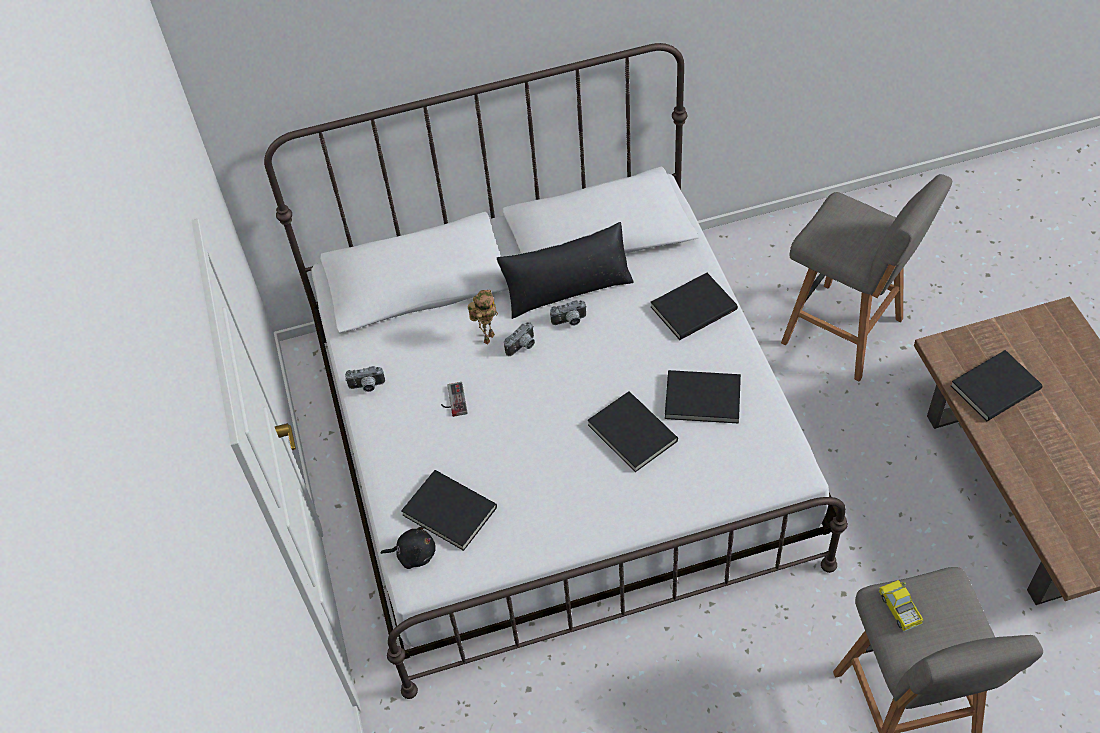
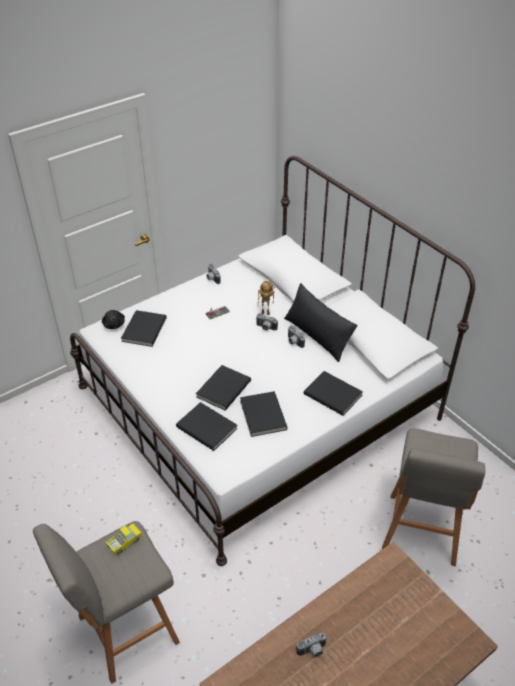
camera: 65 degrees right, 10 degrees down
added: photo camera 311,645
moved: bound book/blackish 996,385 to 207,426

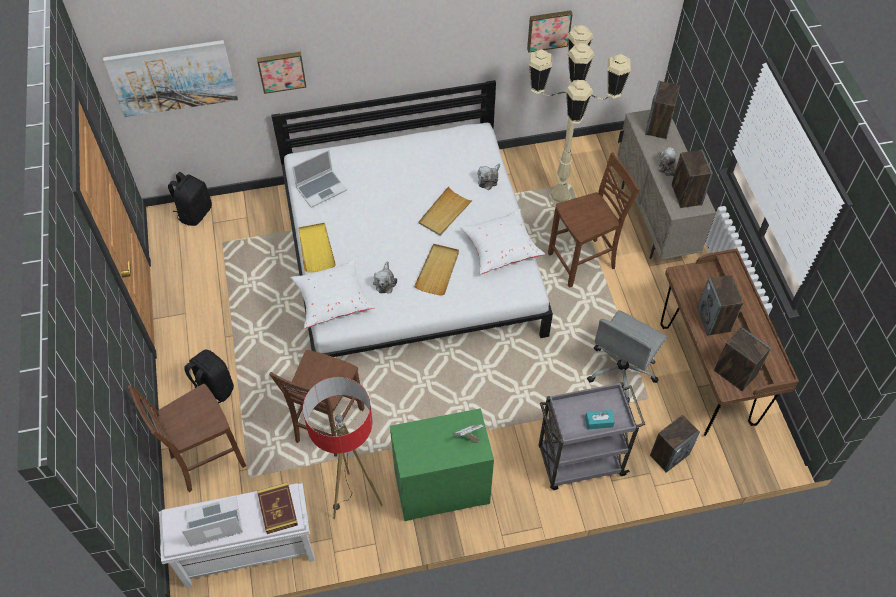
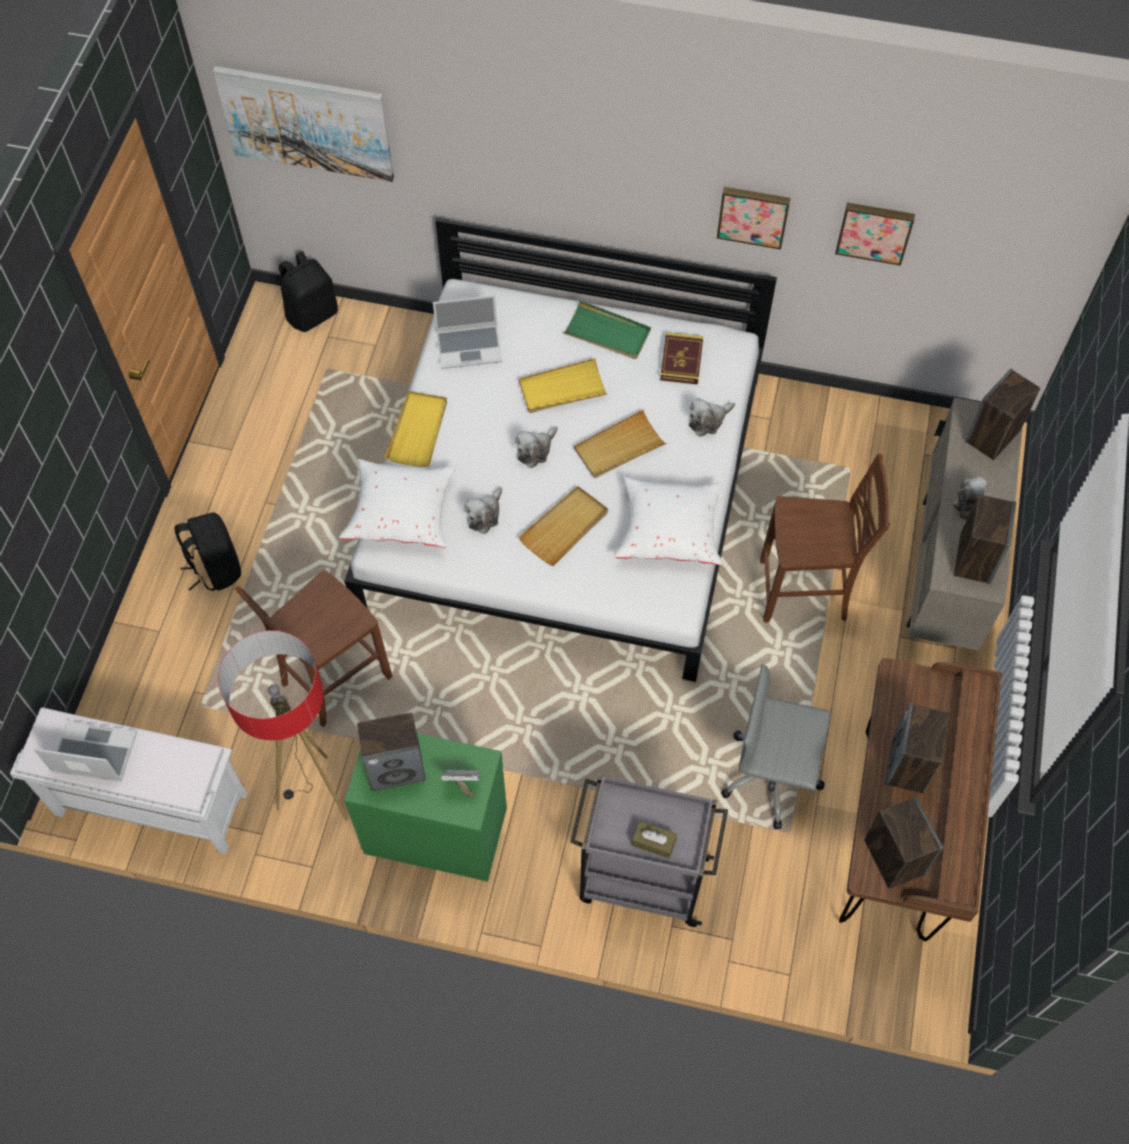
camera: 25 degrees right, 5 degrees up
removed: standing lamp/sand-coloured 580,114; chair/brown-coloured 187,438
added: carrying tray/greenish 606,329; carrying tray/yellow 563,385; plush toy 536,447
moved: wall picture 282,73 to 754,218; speaker 675,444 to 391,751; bound book 277,508 to 681,358
recoloured: box of tissues/turquoise 600,419 to box of tissues/brown-coloured 654,839
turned: office chair/grey 627,356 = 775,746 45 degrees clockwise

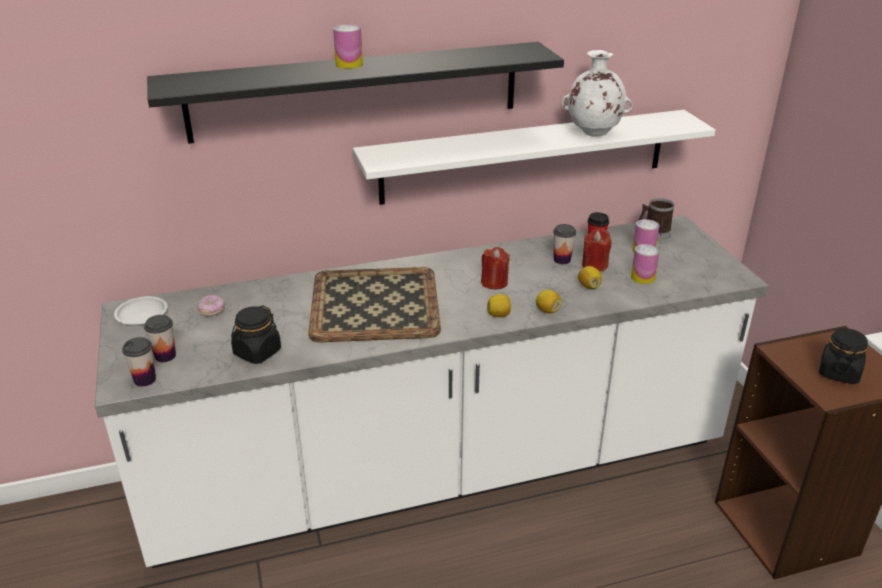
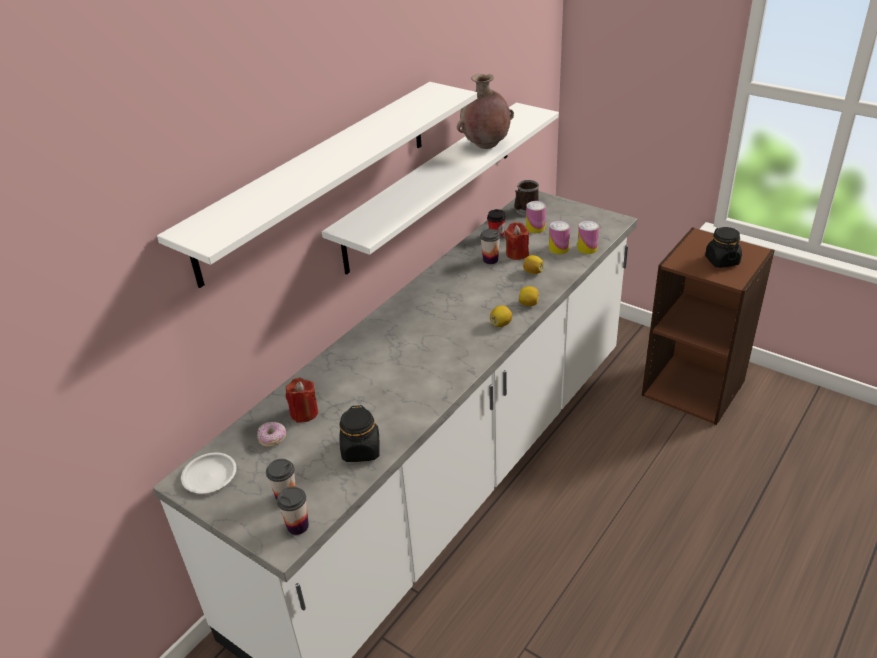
camera: 35 degrees left, 5 degrees up
removed: carrying tray 374,304
moved: can 348,47 to 588,237; candle/red 495,268 to 302,400
recoloured: shelf/blackish 355,93 to shelf/white 317,185; decorative vase/white 597,93 to decorative vase/brown-coloured 485,111

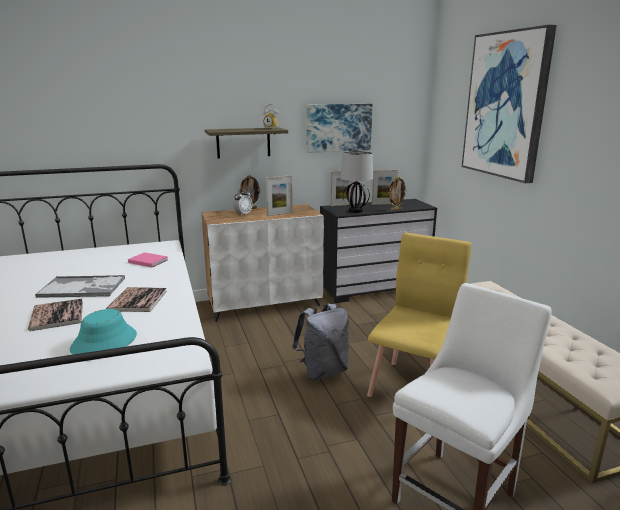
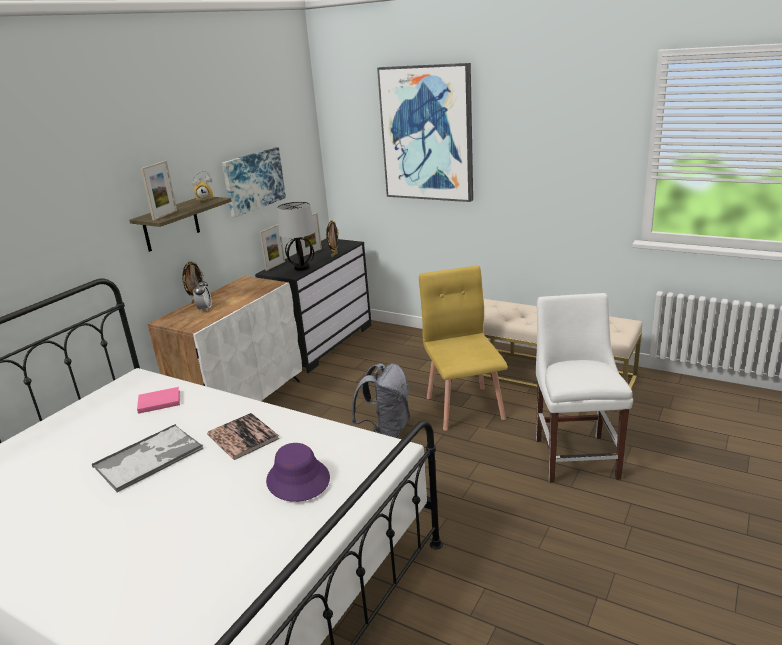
camera: 40 degrees left, 5 degrees up
removed: bound book 55,315
moved: photo frame 279,195 to 159,190
recoloured: hat/turquoise 103,331 to hat/purplish 298,472

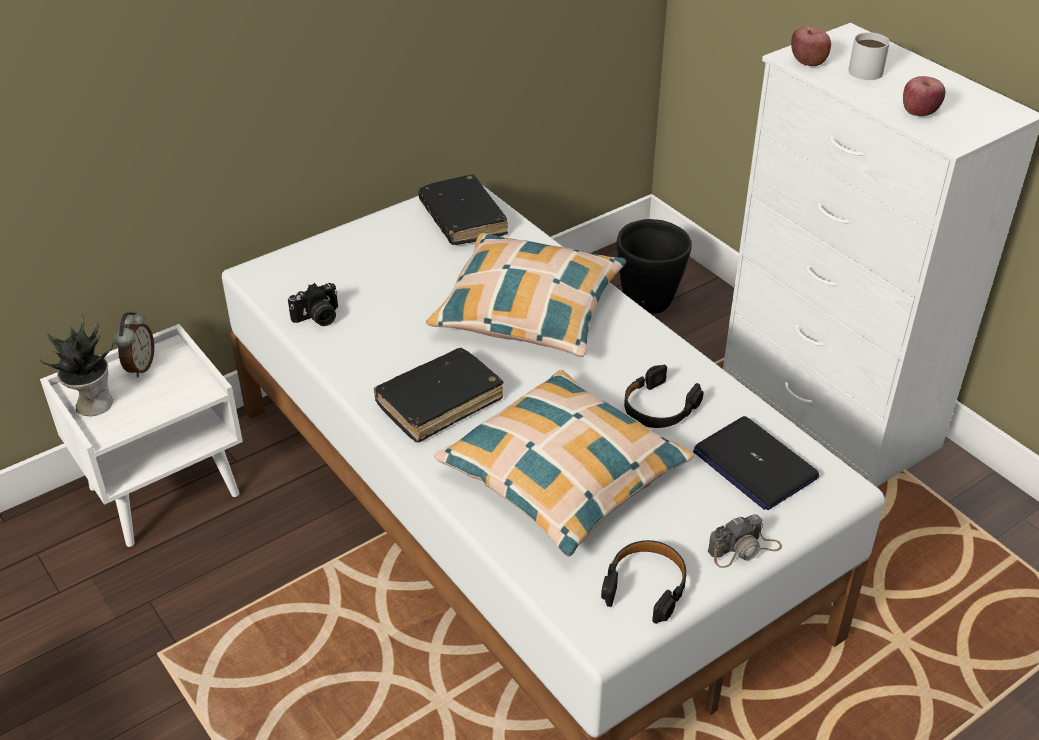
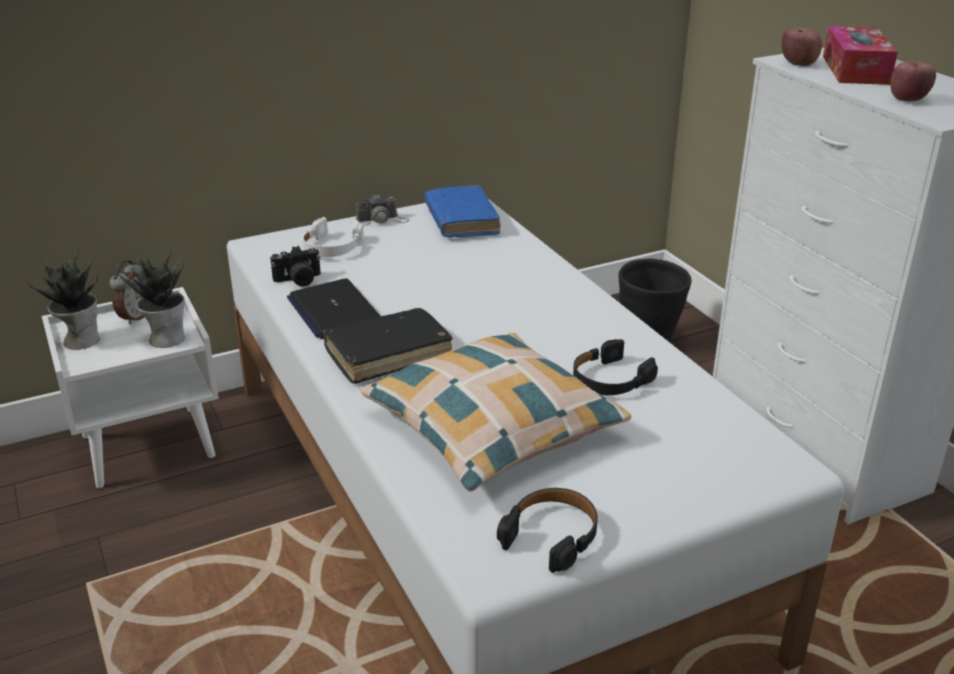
camera: 10 degrees right, 10 degrees down
removed: cushion 526,295
added: headphones/white 332,237; potted plant 150,299
moved: portable computer 756,463 to 334,308; photo camera 745,541 to 382,210
replaced: tea mug/white 869,56 to box of tissues 860,55
recoloured: bound book/blackish 463,209 to bound book/blue-coloured 463,211

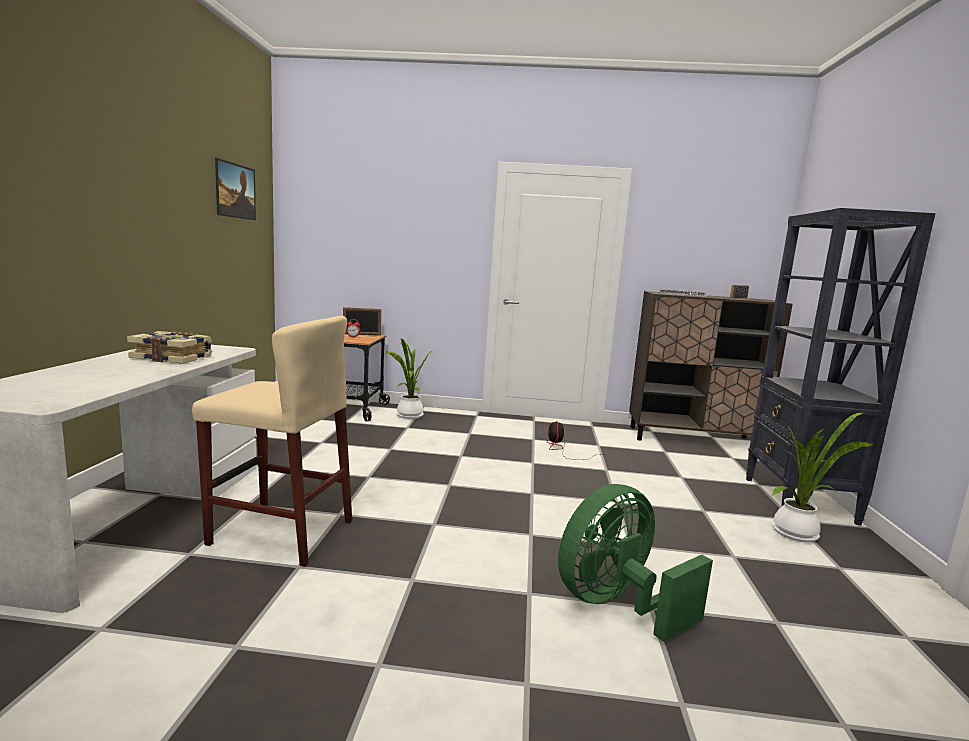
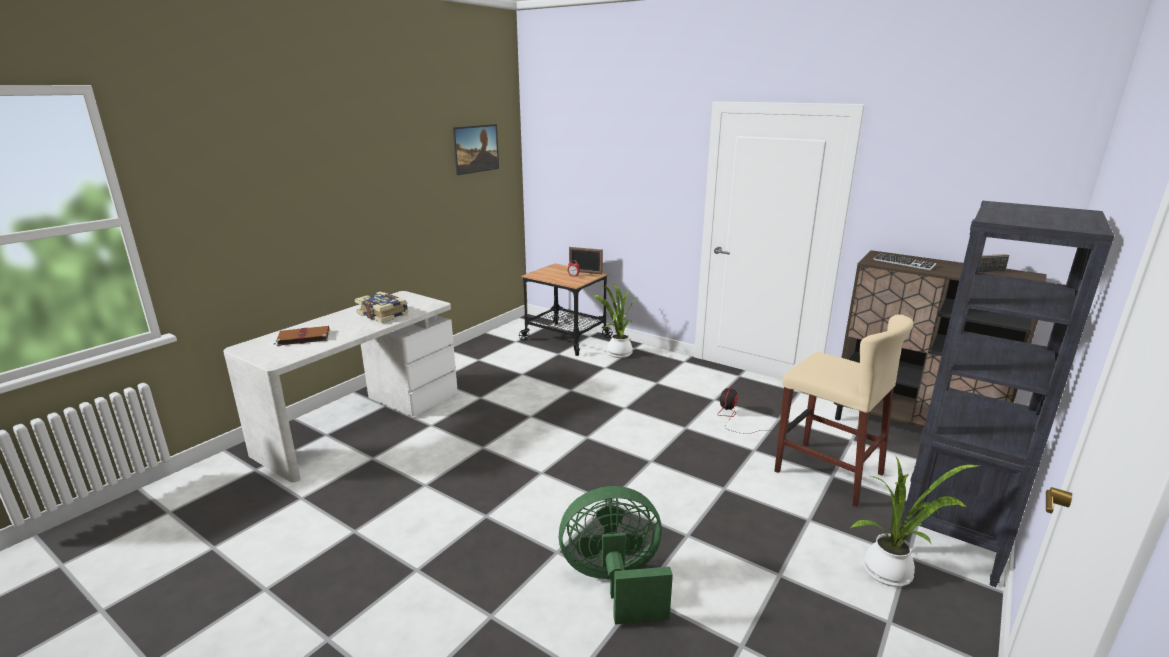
camera: 30 degrees right, 10 degrees up
added: bound book/brown-coloured 301,336
moved: stool seat/sand-coloured 272,441 to 844,410

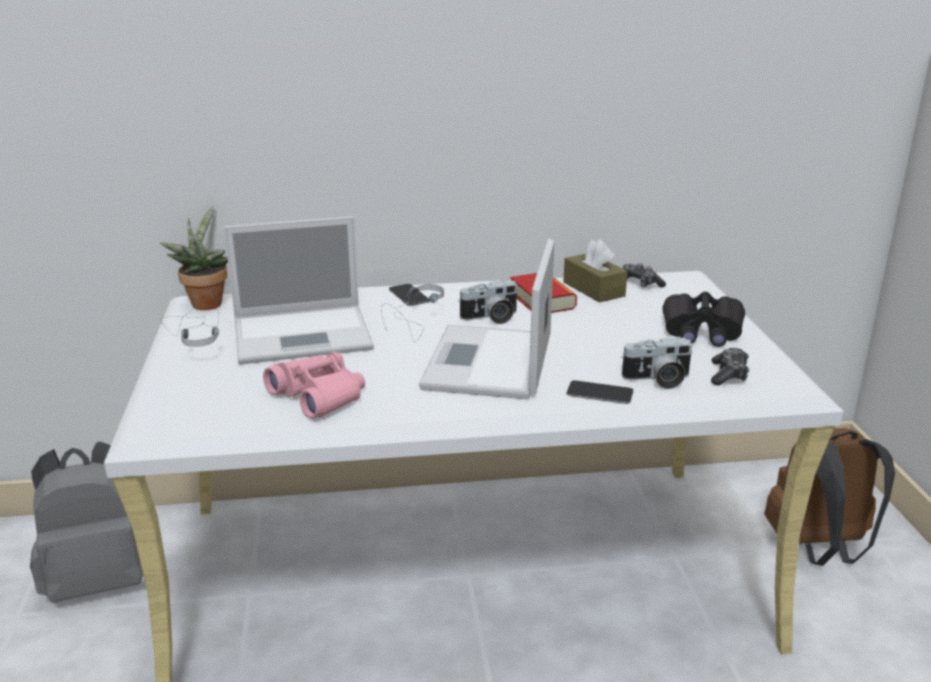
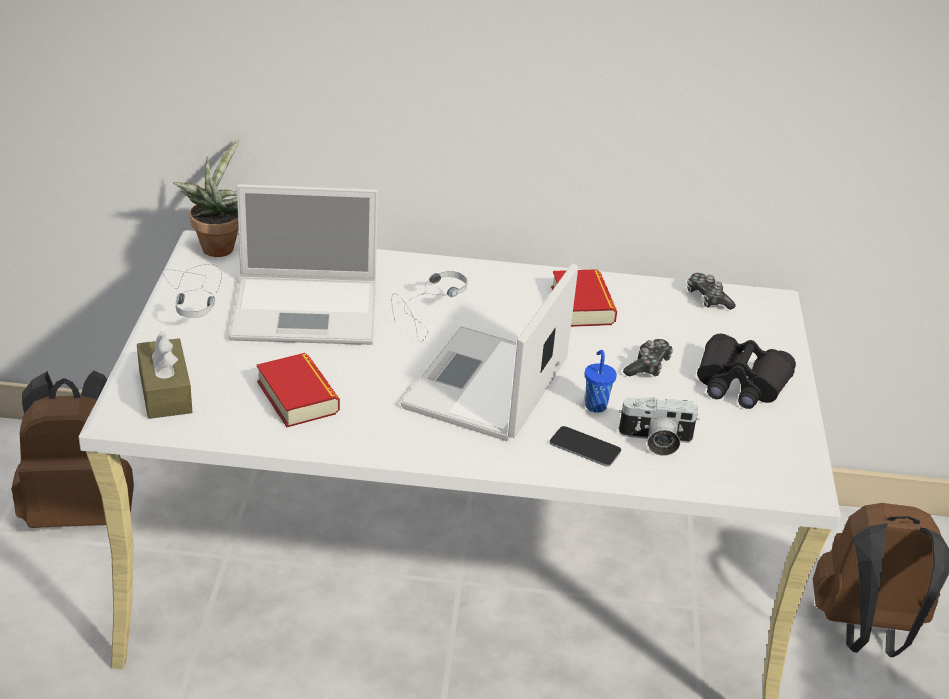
camera: 10 degrees right, 10 degrees up
removed: photo camera 488,302; phone 409,295
added: cup/blue-coloured 601,381
moved: box of tissues/brown-coloured 595,271 to 164,375; gamepad 730,366 to 648,358
replaced: pair of binoculars/pink-coloured 314,385 to bound book 298,390
recoloured: rucksack/grey 86,521 to rucksack/brown-coloured 72,449

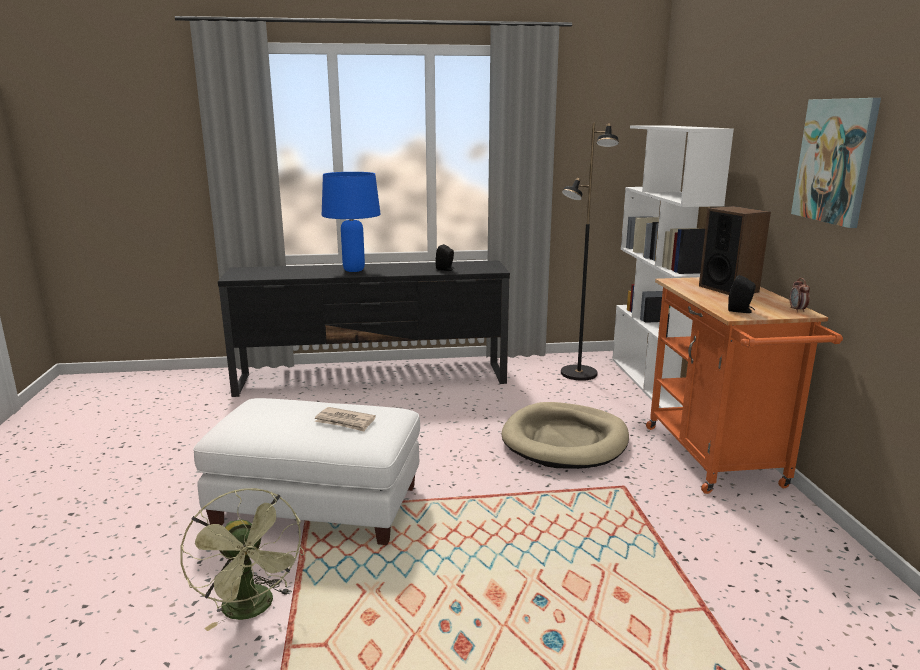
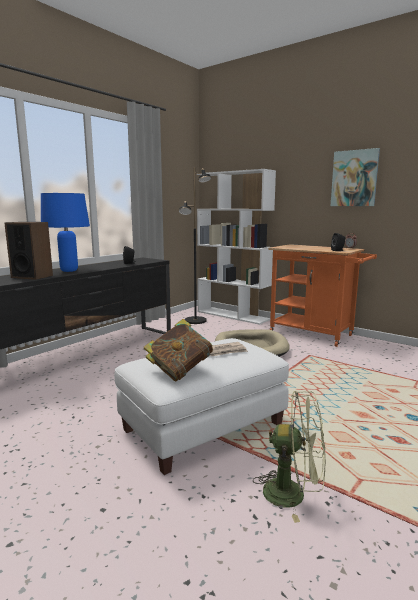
camera: 45 degrees left, 5 degrees down
added: bound book 178,350
moved: speaker 735,250 to 28,251

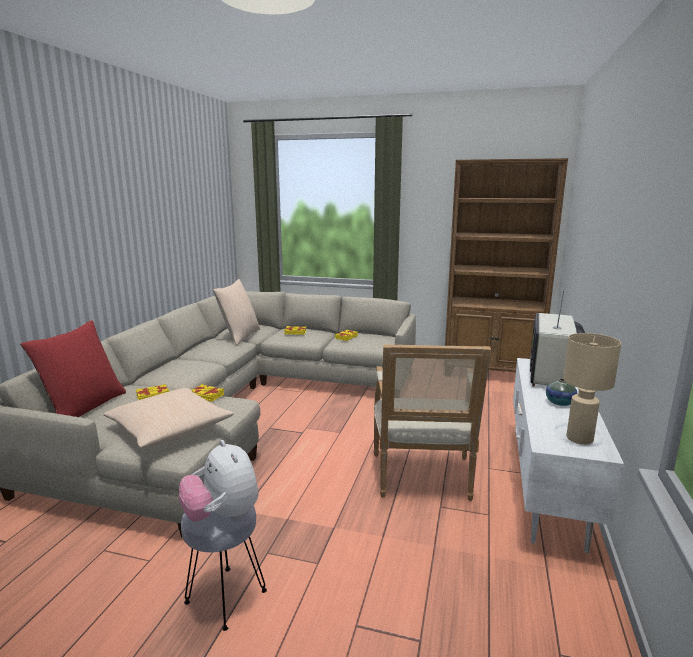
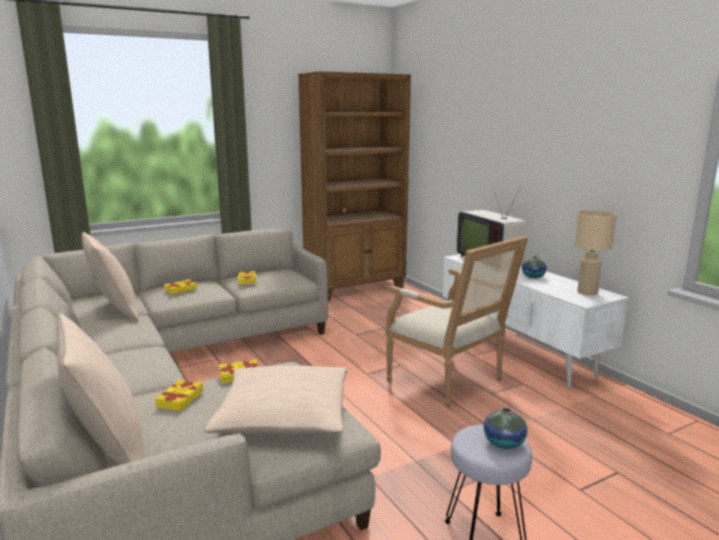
camera: 45 degrees left, 0 degrees up
replaced: plush toy 219,481 to decorative vase 505,428
recoloured: cushion/red 73,368 to cushion/sand-coloured 100,389

